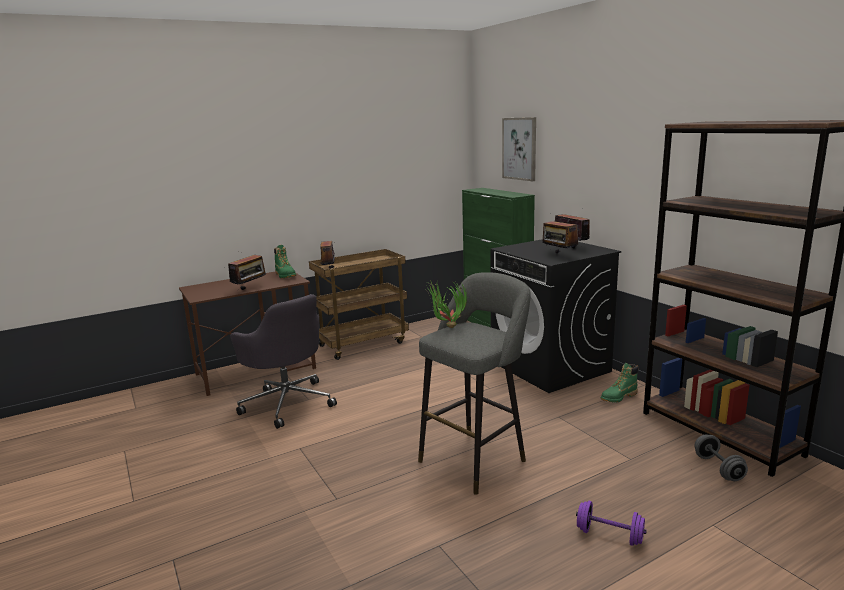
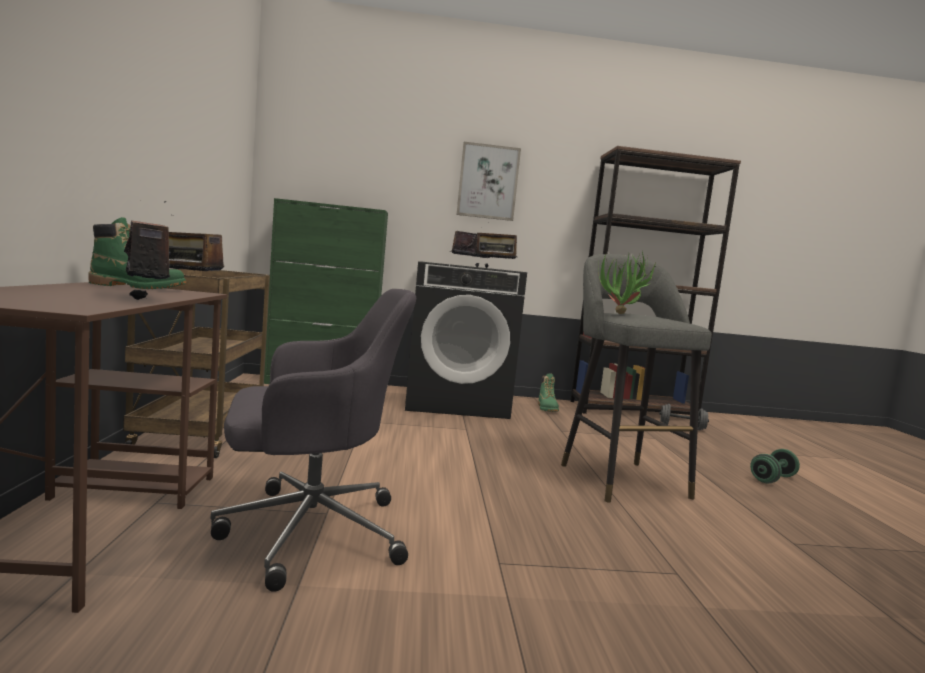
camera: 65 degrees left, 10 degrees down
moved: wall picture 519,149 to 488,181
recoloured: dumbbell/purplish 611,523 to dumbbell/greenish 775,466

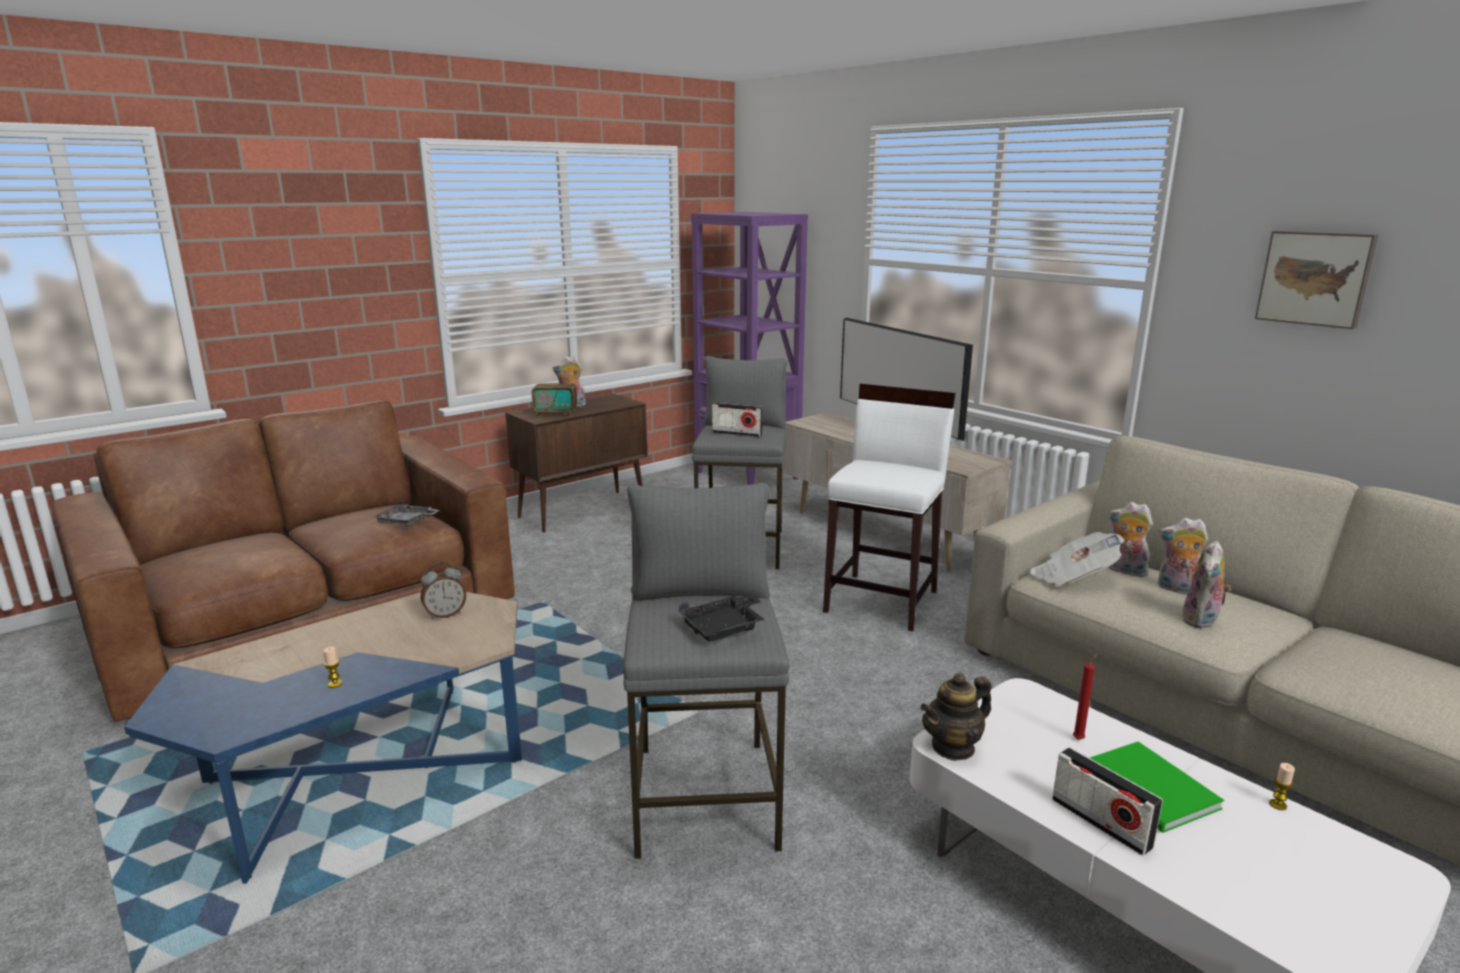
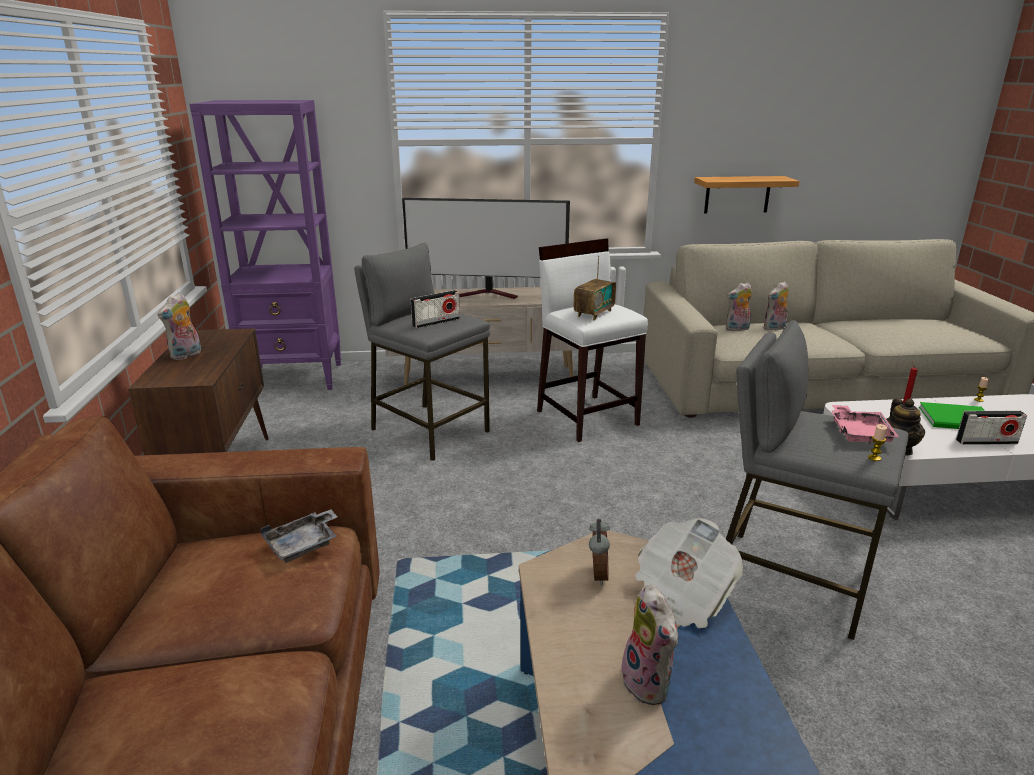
camera: 55 degrees left, 5 degrees up
removed: wall picture 1316,280
added: shelf 746,194
moved: radio 554,388 to 594,288; daily paper 1077,559 to 689,573; plush toy 1207,584 to 650,644; candle 333,667 to 877,442
recoloured: carrying tray/blackish 722,618 to carrying tray/pink-coloured 865,424

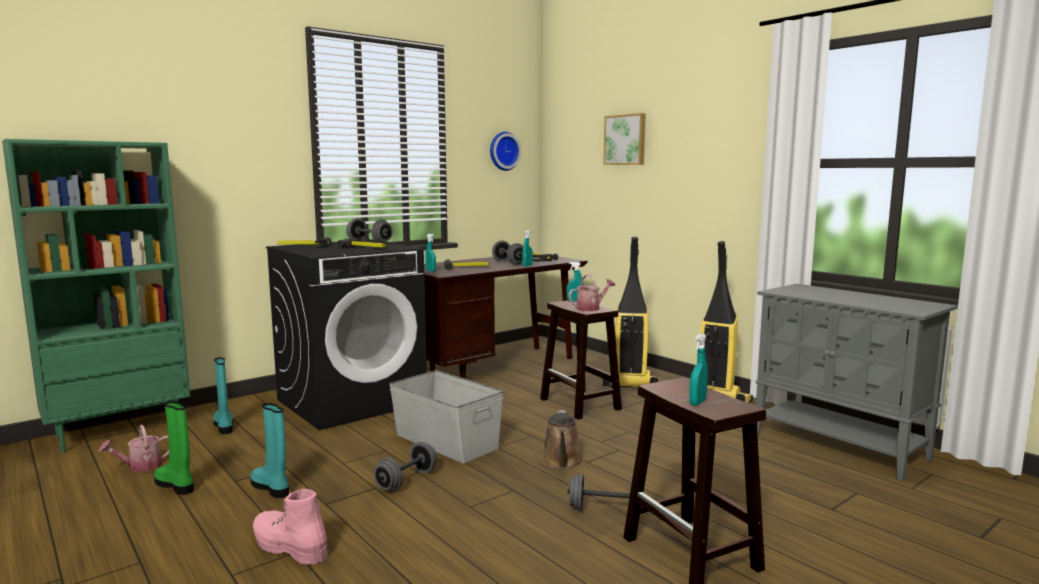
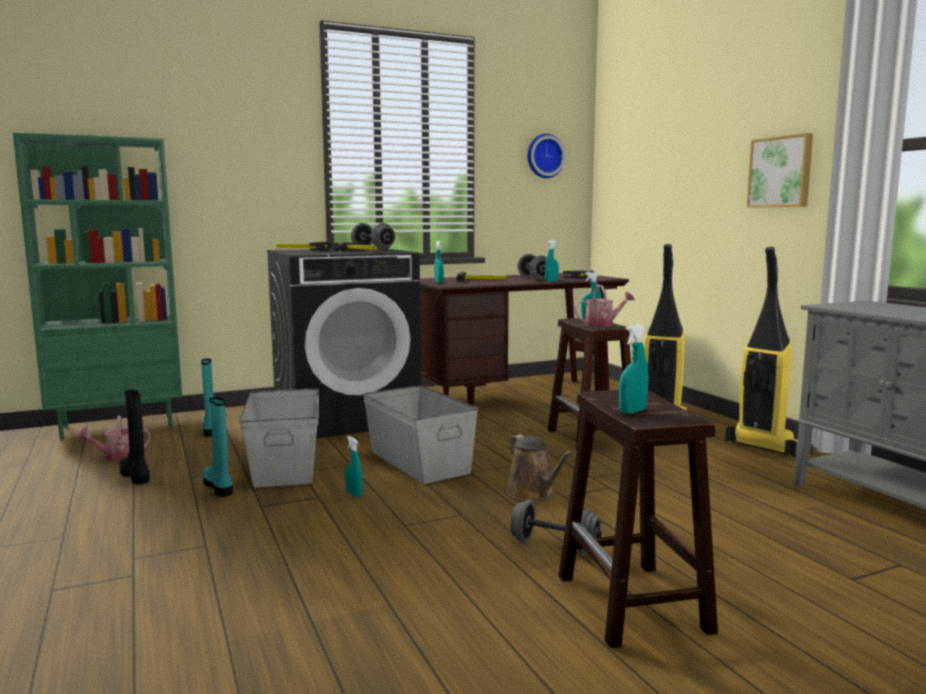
camera: 15 degrees right, 0 degrees up
removed: high-top boot/pink-coloured 290,527
added: storage container/grey 279,438
moved: wall picture 624,139 to 780,170
replaced: dumbbell/grey 405,466 to hand sprayer/turquoise 354,466
recoloured: high-top boot/greenish 174,448 to high-top boot/blackish 134,437
turned: sprinkling can/brown-coloured 562,439 = 540,468 45 degrees counterclockwise

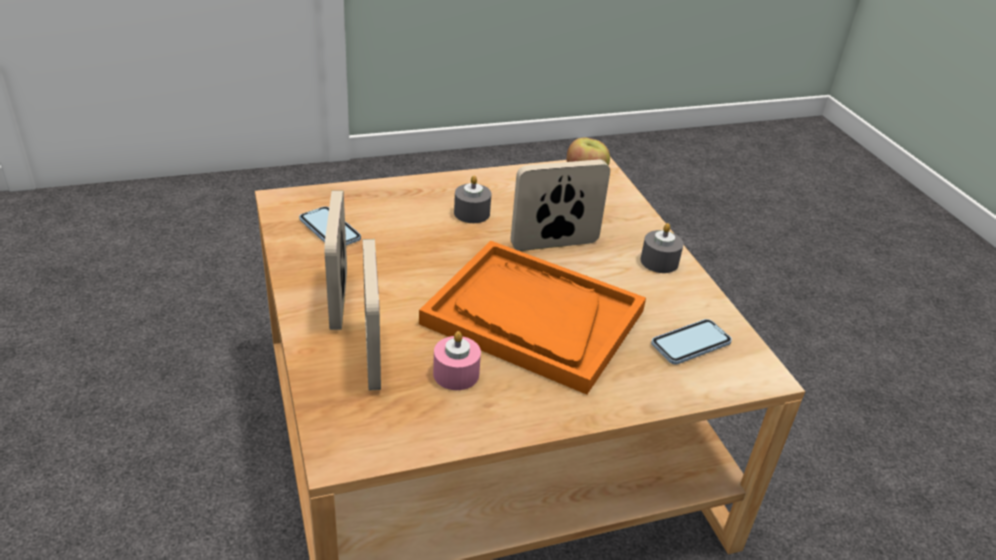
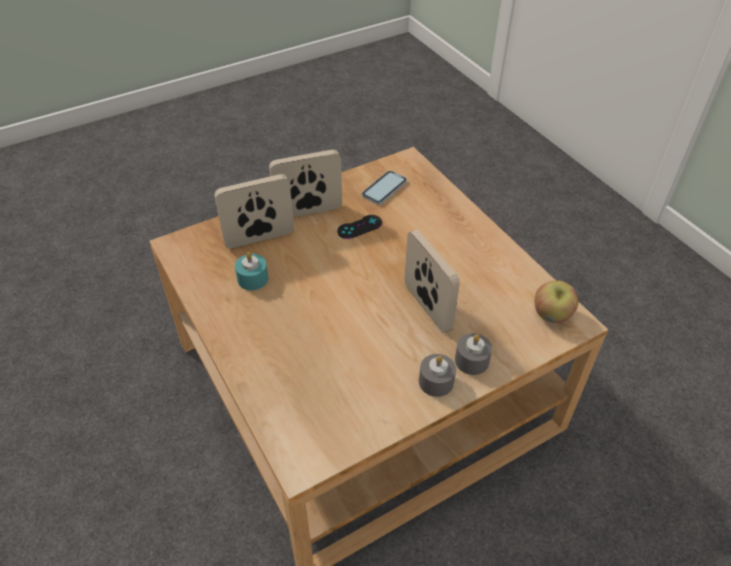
camera: 80 degrees right, 10 degrees up
removed: carrying tray/orange-coloured 532,318; phone 691,341
added: gamepad/blackish 359,227
moved: candle/grey 472,199 to 473,354
recoloured: candle/pink-coloured 457,360 to candle/turquoise 251,271

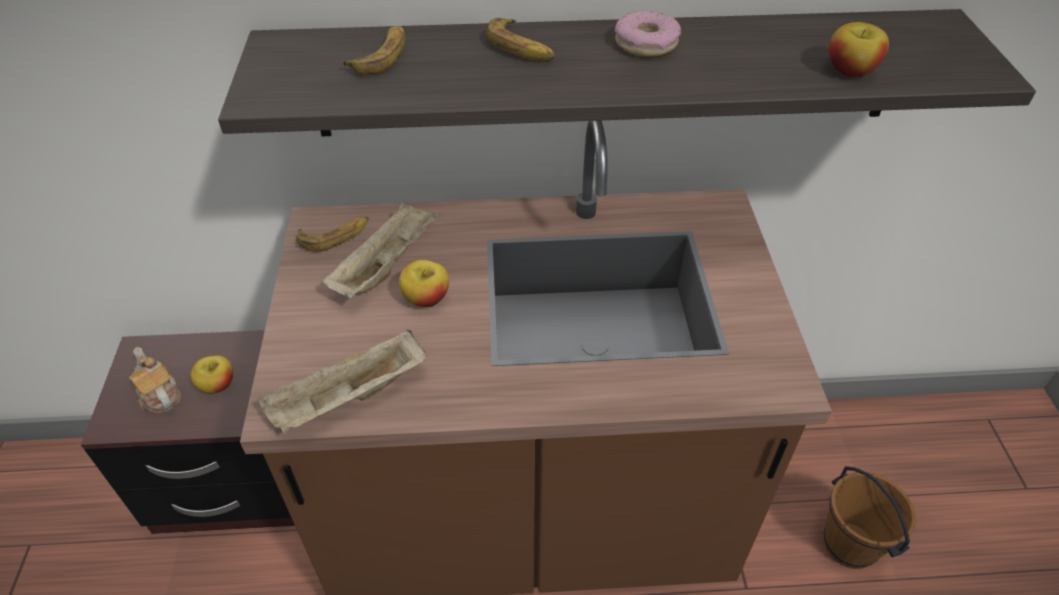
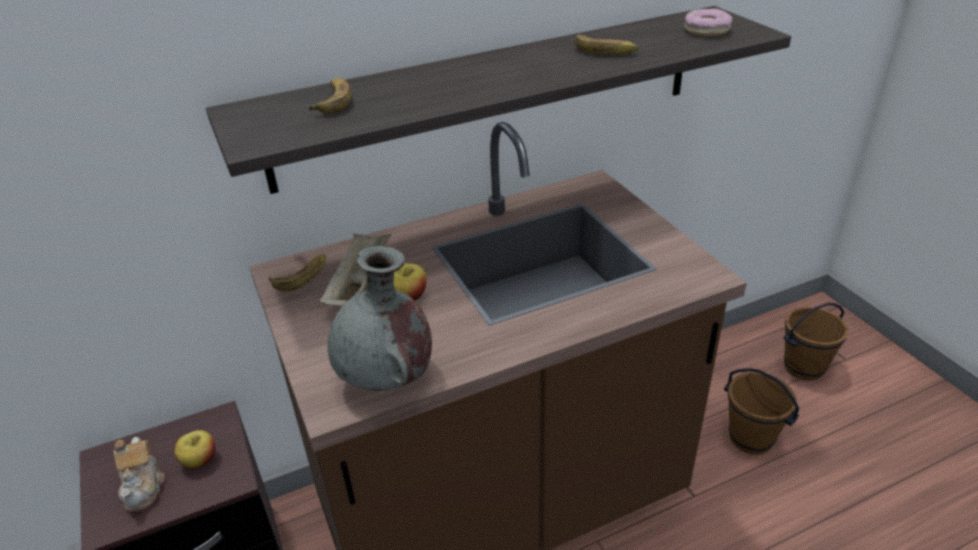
camera: 20 degrees left, 10 degrees down
removed: whole apple 859,49
added: bucket/brown-coloured 816,341
moved: ring doughnut 648,33 to 708,22; banana fruit 520,39 to 607,44
replaced: carrying tray/sand-coloured 342,382 to decorative vase/grey 379,318
turned: pot for tea 155,380 = 139,474 135 degrees counterclockwise

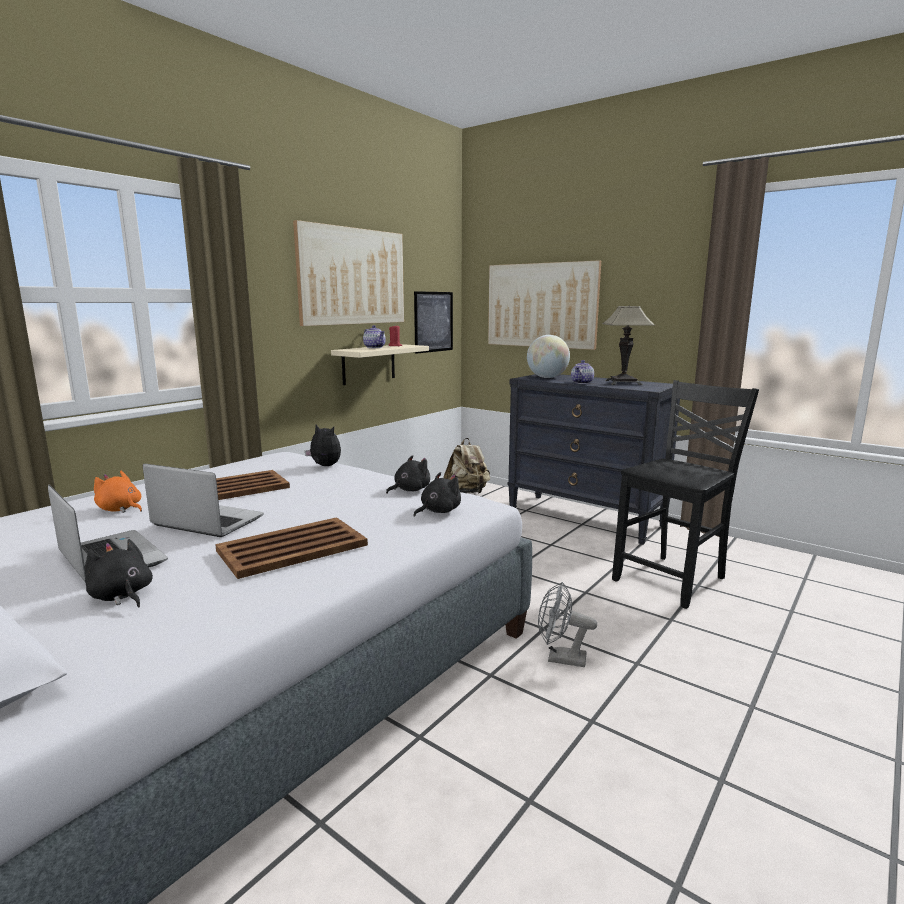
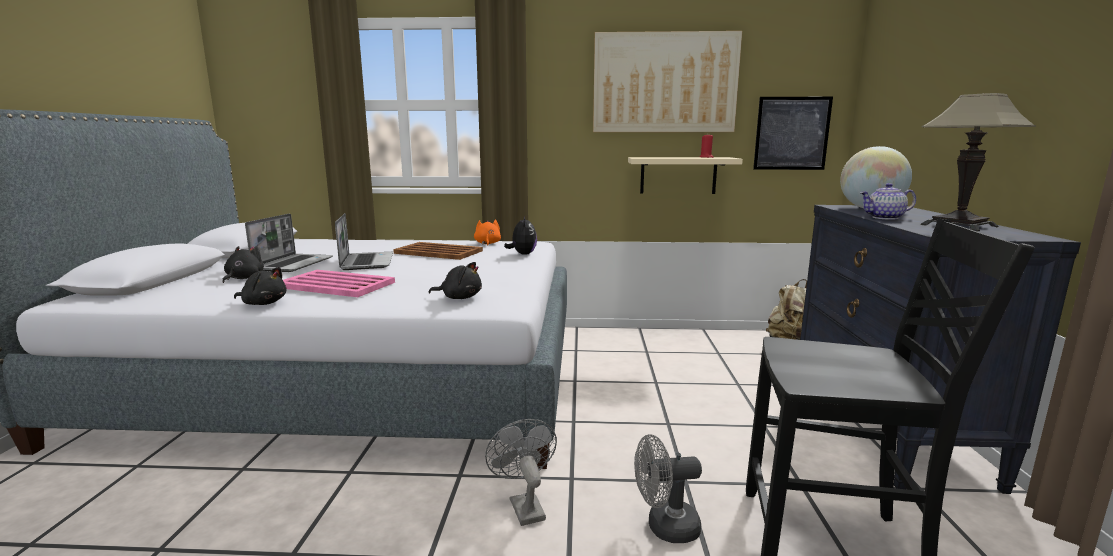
camera: 55 degrees right, 0 degrees up
removed: wall picture 544,305; pot for tea 374,336
added: fan/grey 668,488
moved: plush toy/blackish 408,474 to 260,286; plush toy/orange-coloured 118,492 to 487,233
recoloured: carrying tray/brown-coloured 291,548 to carrying tray/pink-coloured 339,283

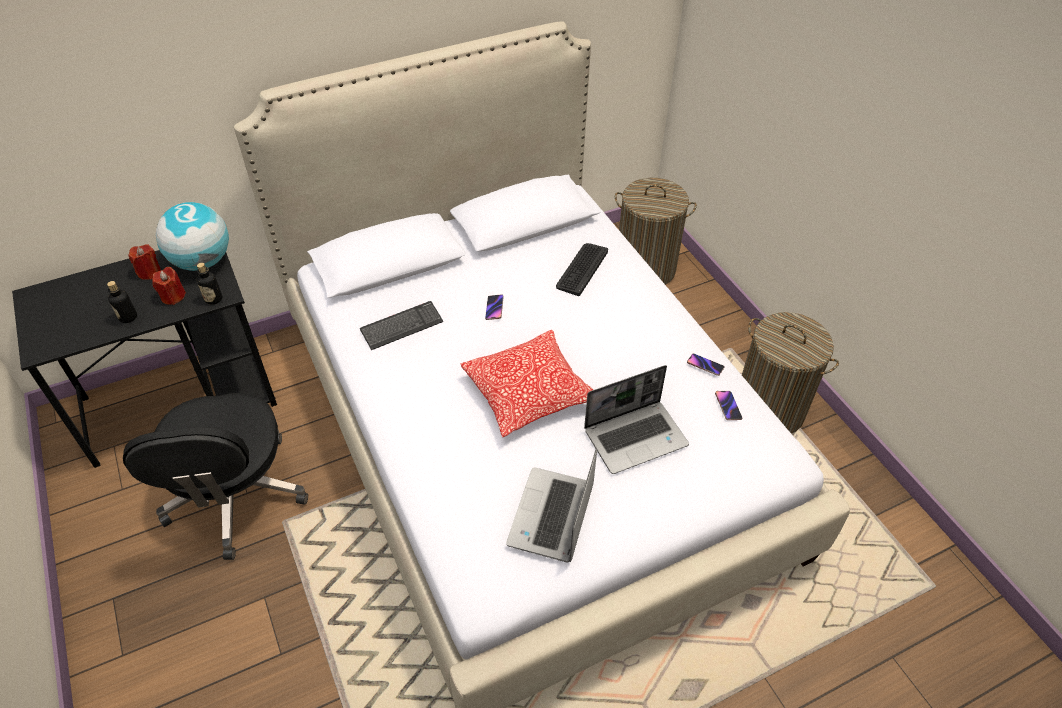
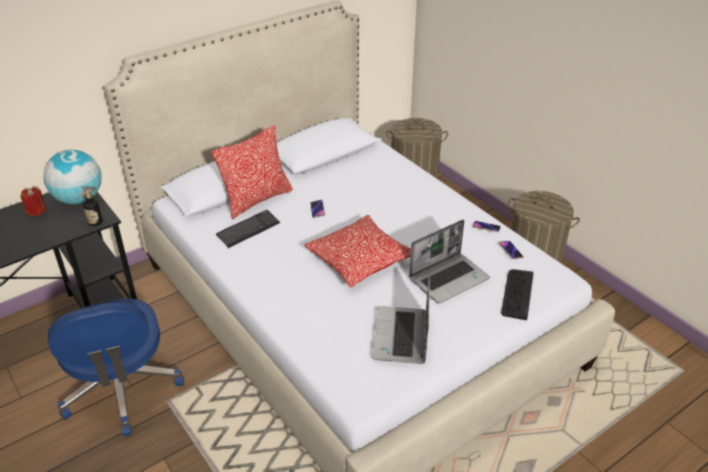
camera: 10 degrees left, 10 degrees down
removed: candle/red 169,286; drink bottle 122,302
added: cushion 252,172
moved: keyboard 582,269 to 517,294
recoloured: office chair/blackish 215,476 to office chair/blue-coloured 116,367

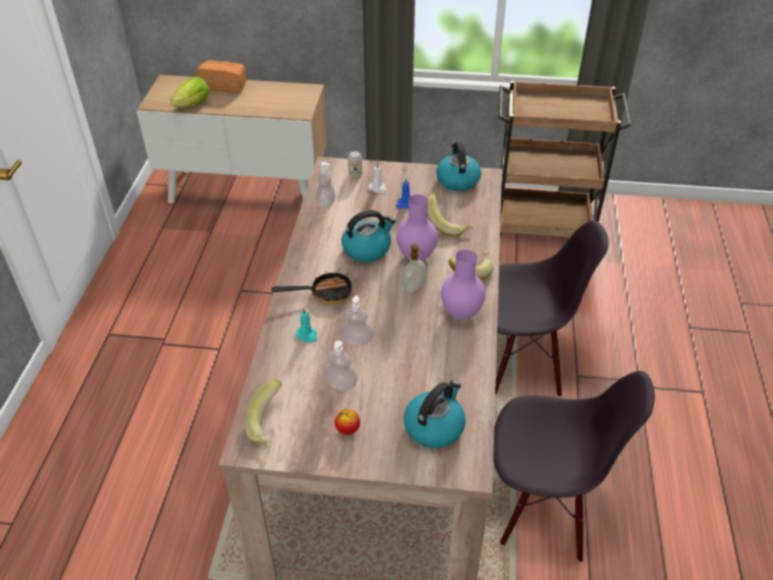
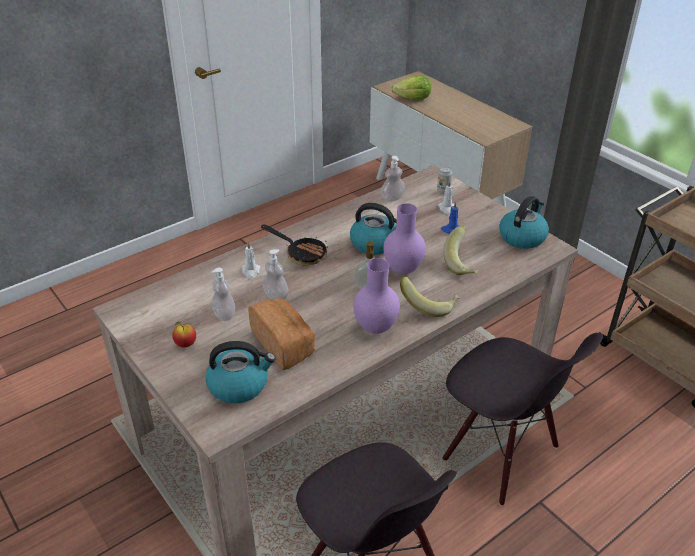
camera: 45 degrees right, 5 degrees down
removed: banana fruit 263,414
moved: baked bread 220,76 to 281,334
recoloured: candle/turquoise 306,325 to candle/white 251,260

